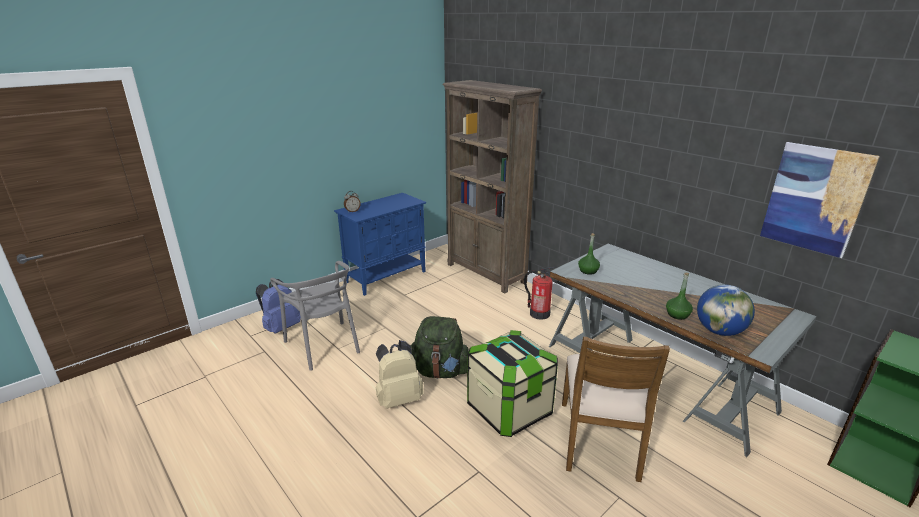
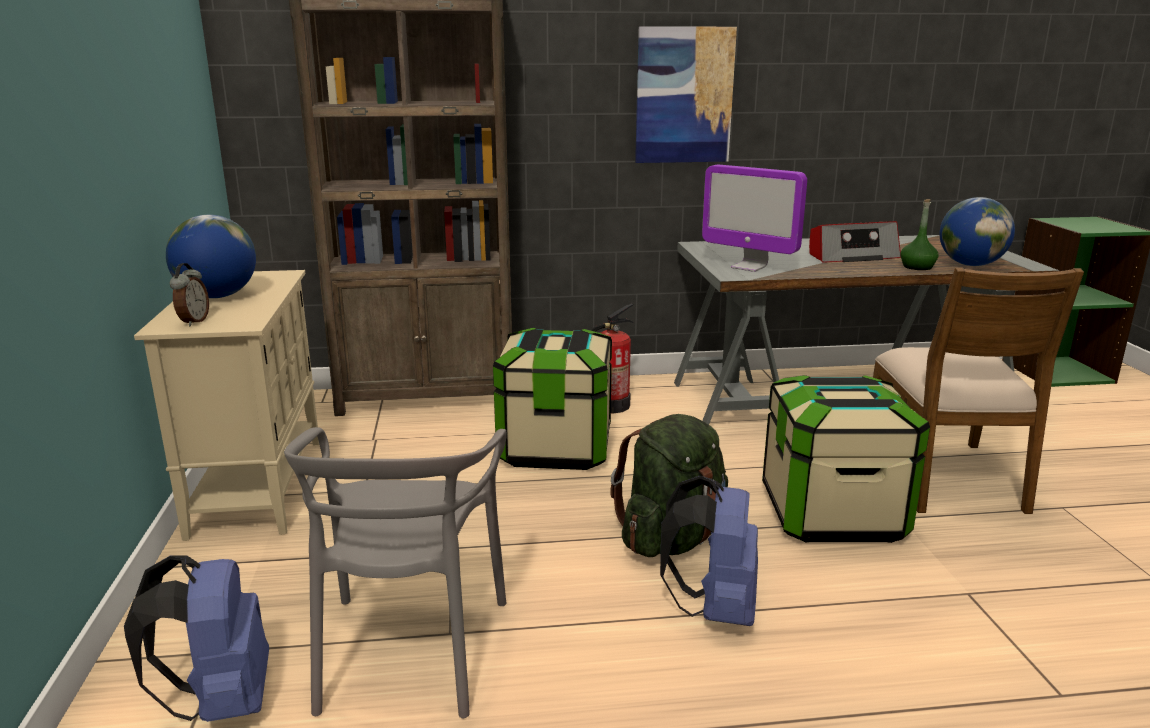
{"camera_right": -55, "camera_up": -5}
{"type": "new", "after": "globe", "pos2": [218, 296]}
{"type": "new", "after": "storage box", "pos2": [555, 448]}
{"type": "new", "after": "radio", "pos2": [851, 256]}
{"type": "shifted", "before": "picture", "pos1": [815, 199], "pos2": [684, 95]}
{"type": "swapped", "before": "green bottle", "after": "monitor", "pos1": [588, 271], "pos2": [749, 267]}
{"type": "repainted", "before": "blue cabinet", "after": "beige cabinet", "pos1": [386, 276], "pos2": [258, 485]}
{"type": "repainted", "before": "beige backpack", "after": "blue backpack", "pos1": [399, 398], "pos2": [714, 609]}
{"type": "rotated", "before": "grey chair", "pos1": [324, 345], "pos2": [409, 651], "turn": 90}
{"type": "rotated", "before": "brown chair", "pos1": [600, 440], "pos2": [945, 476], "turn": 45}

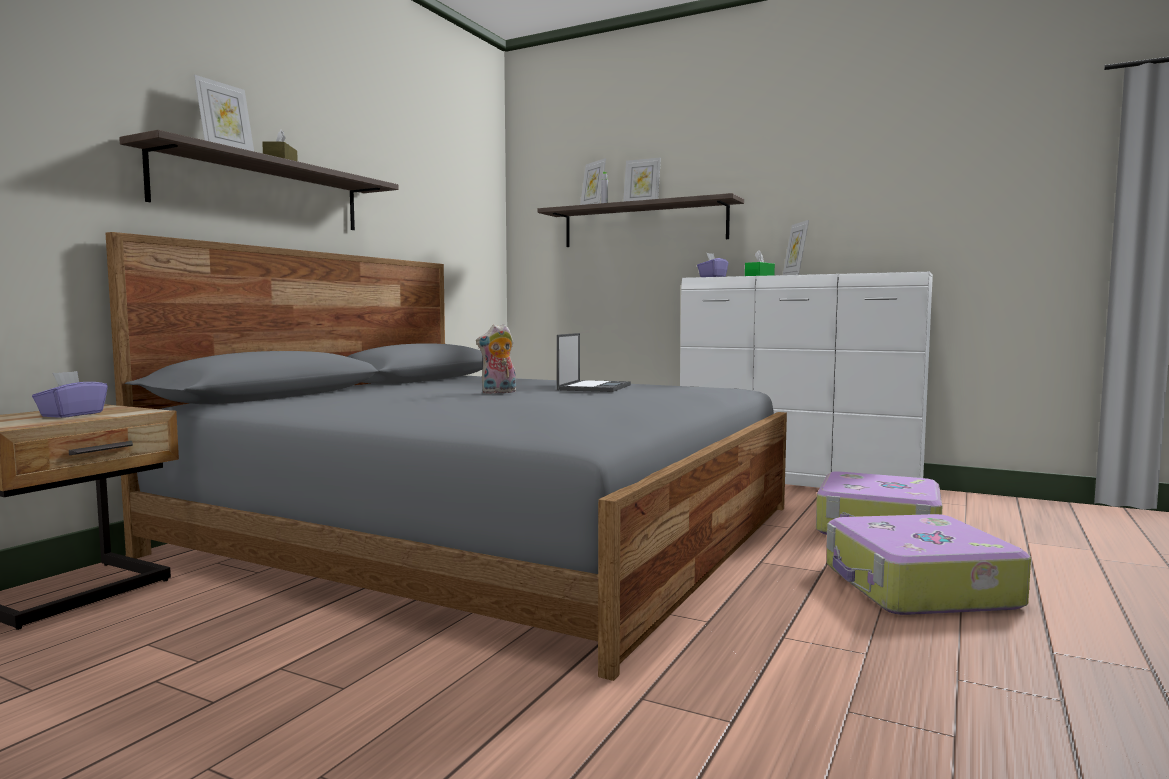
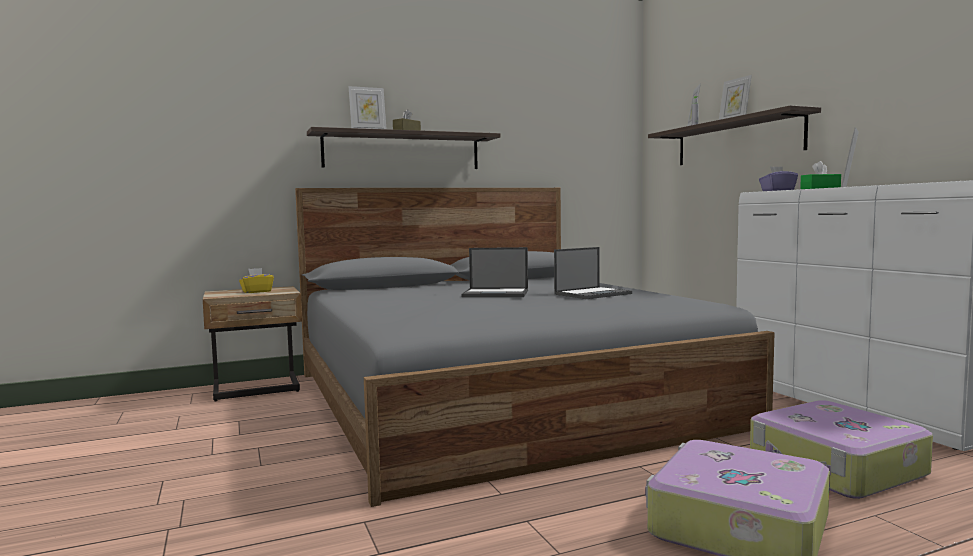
{"camera_right": 40, "camera_up": 0}
{"type": "swapped", "before": "plush toy", "after": "laptop", "pos1": [498, 392], "pos2": [496, 294]}
{"type": "repainted", "before": "purple tissue box", "after": "yellow tissue box", "pos1": [72, 414], "pos2": [257, 291]}

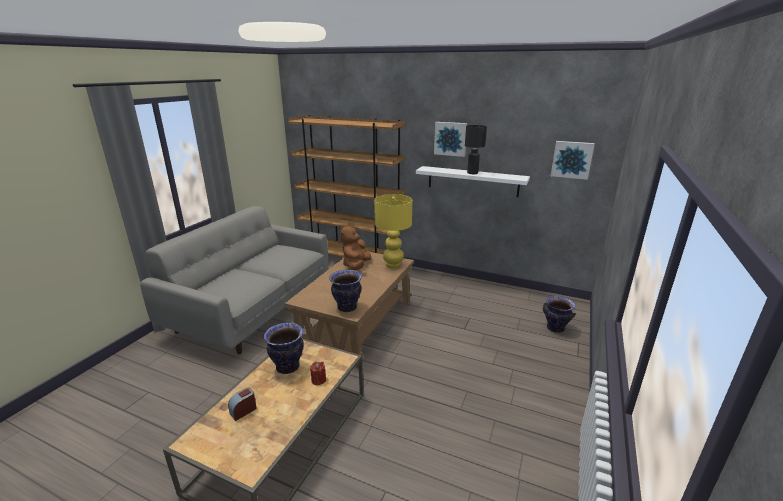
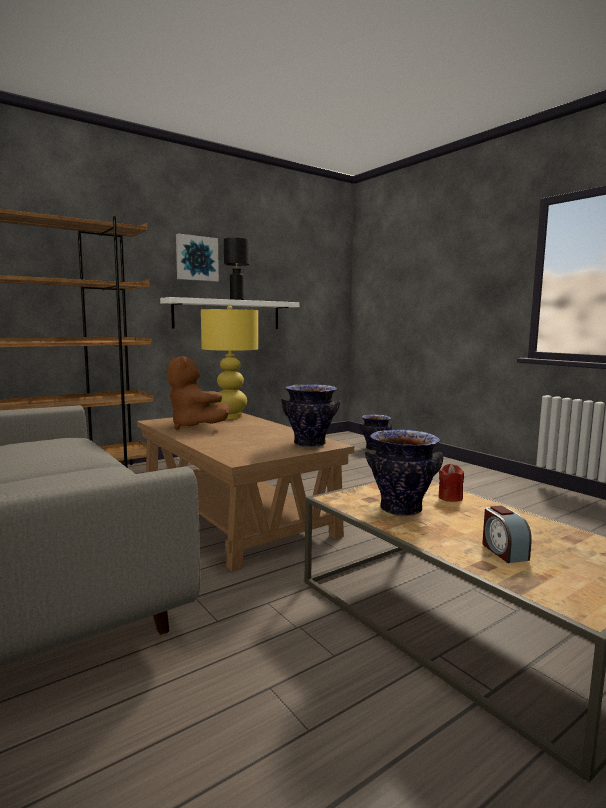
{"camera_right": -60, "camera_up": -15}
{"type": "gone", "before": "picture", "pos1": [572, 159]}

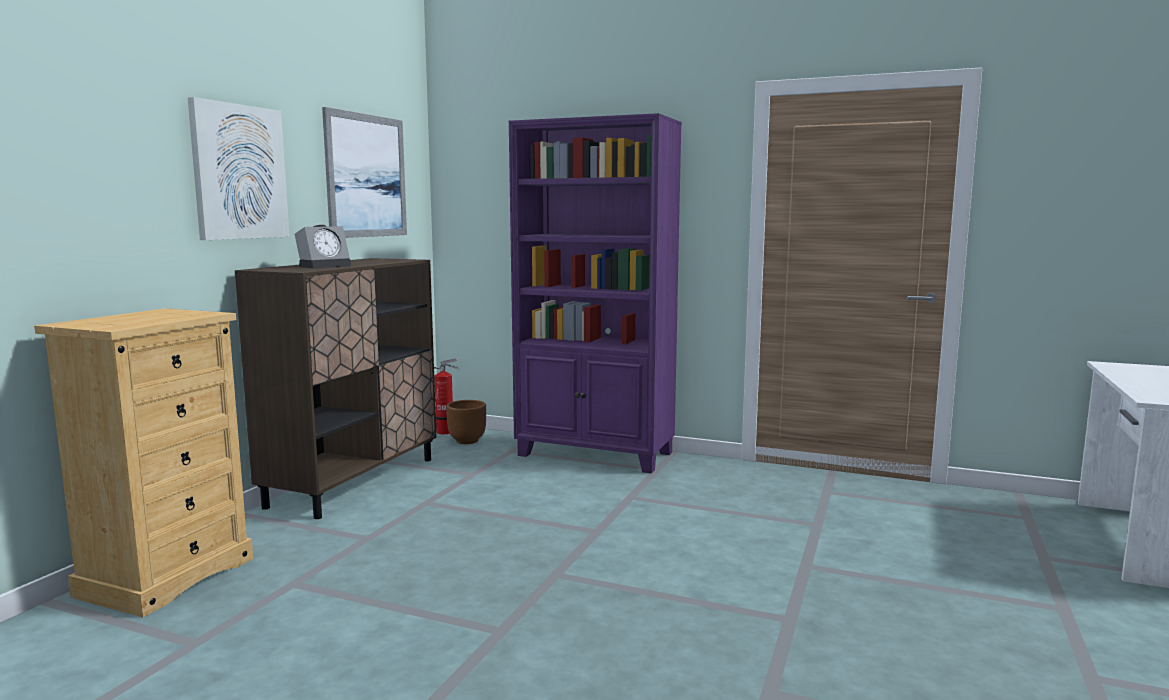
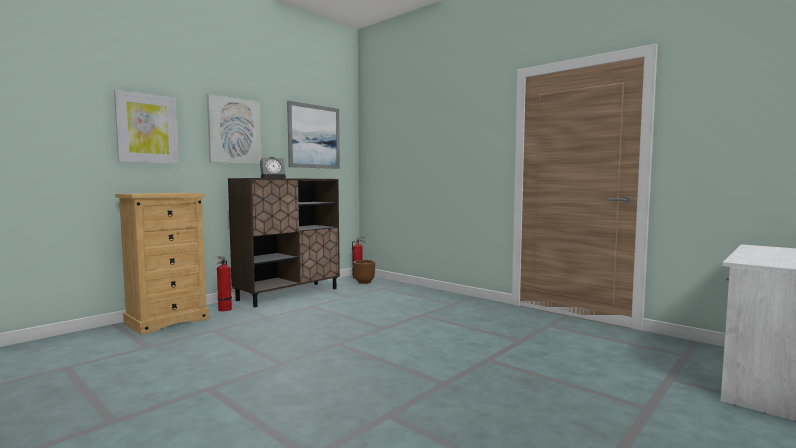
{"camera_right": 20, "camera_up": -5}
{"type": "gone", "before": "purple bookcase", "pos1": [596, 454]}
{"type": "new", "after": "picture", "pos2": [147, 129]}
{"type": "new", "after": "fire extinguisher", "pos2": [224, 310]}

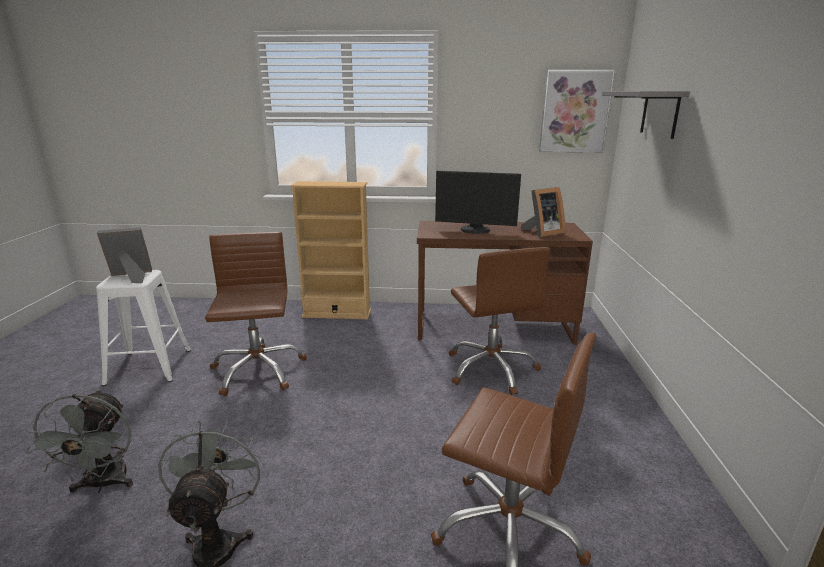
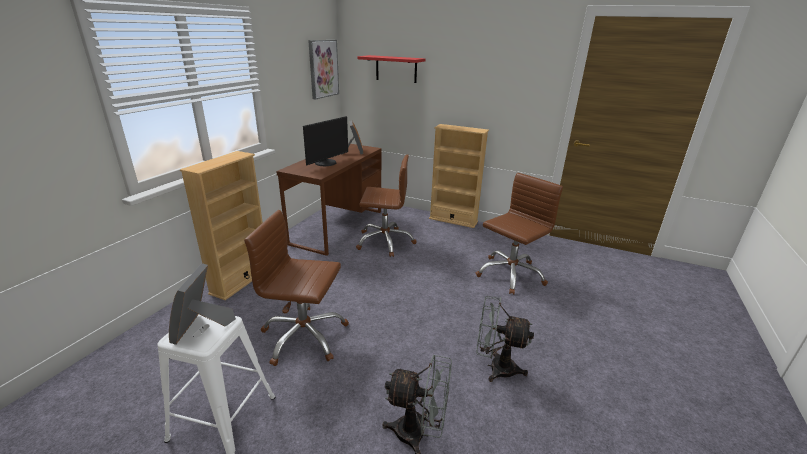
{"camera_right": -70, "camera_up": 5}
{"type": "new", "after": "beige bookcase", "pos2": [453, 220]}
{"type": "repainted", "before": "grey shelf", "after": "red shelf", "pos1": [660, 113], "pos2": [396, 69]}

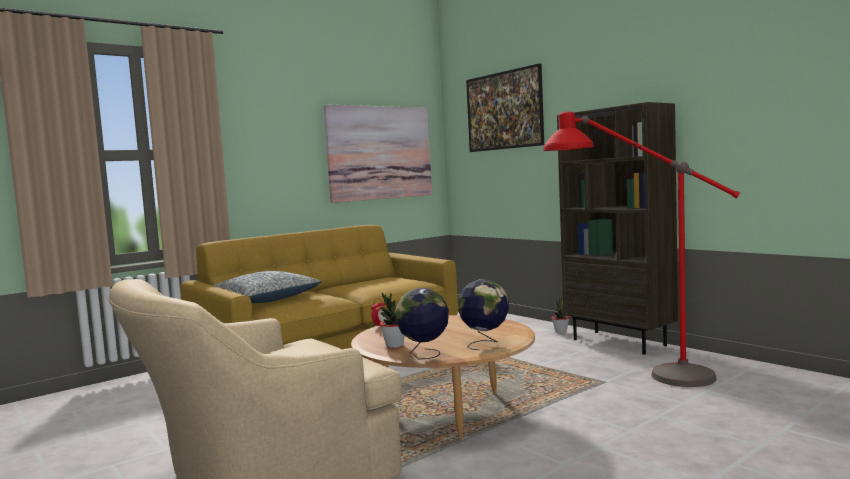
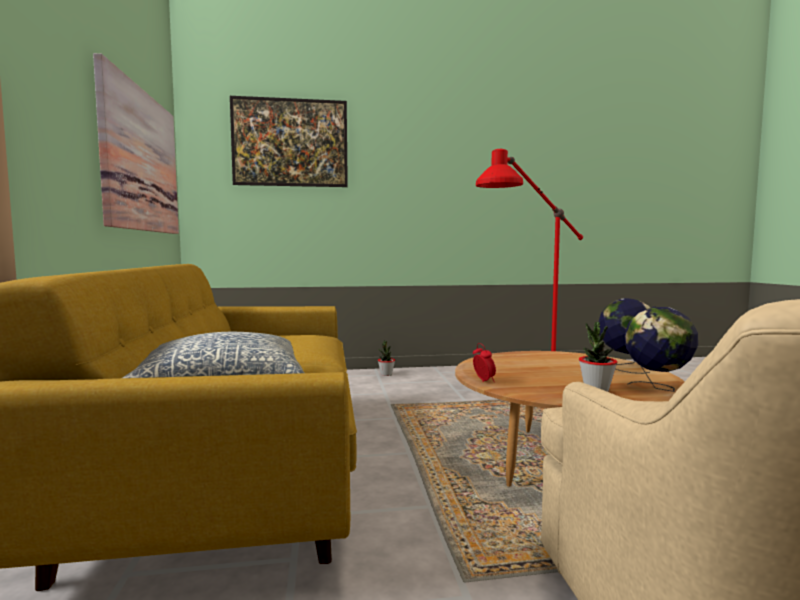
{"camera_right": -60, "camera_up": 0}
{"type": "gone", "before": "brown bookcase", "pos1": [620, 342]}

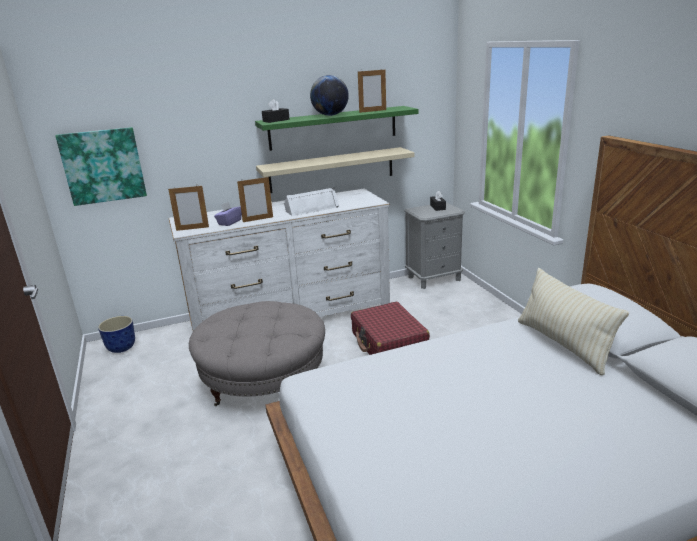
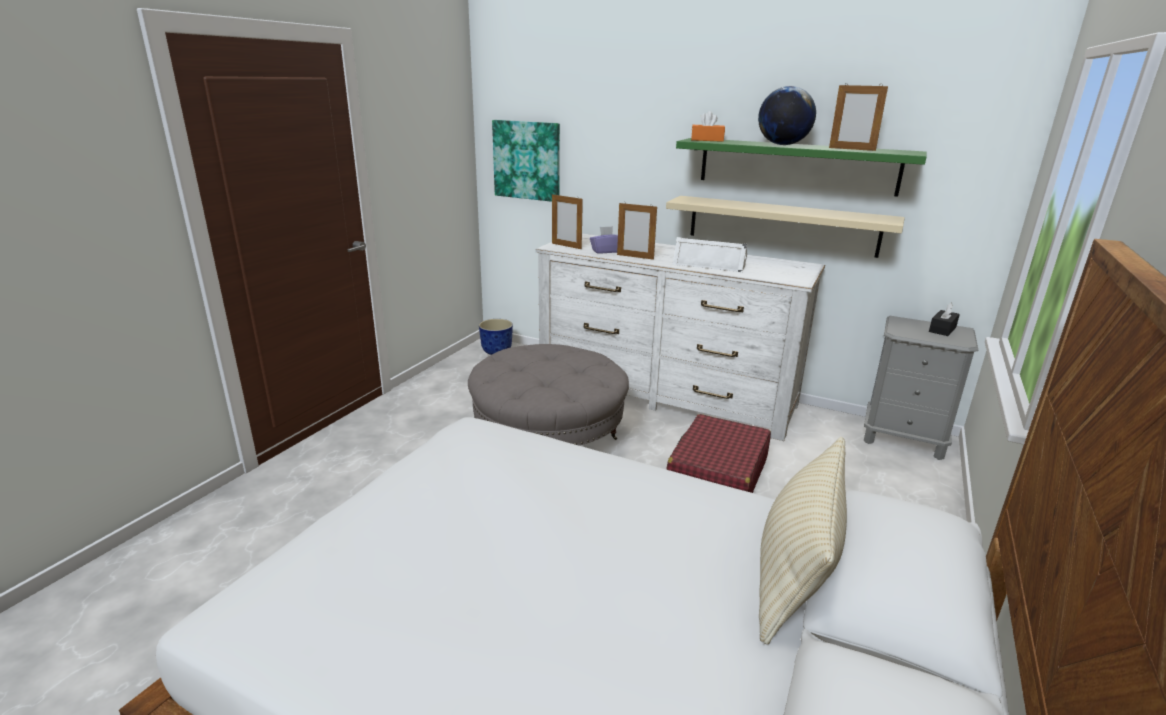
{"camera_right": 45, "camera_up": 0}
{"type": "repainted", "before": "black tissue box", "after": "orange tissue box", "pos1": [276, 120], "pos2": [707, 140]}

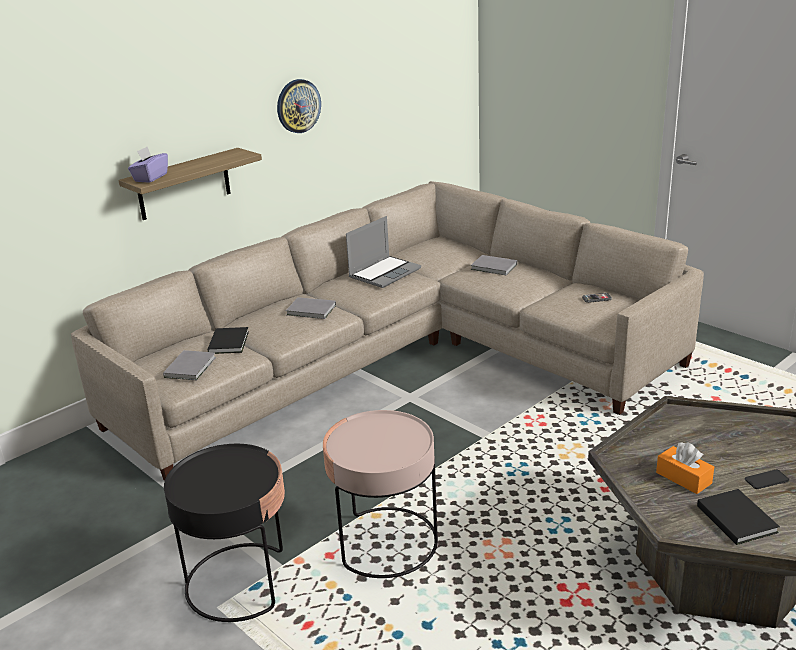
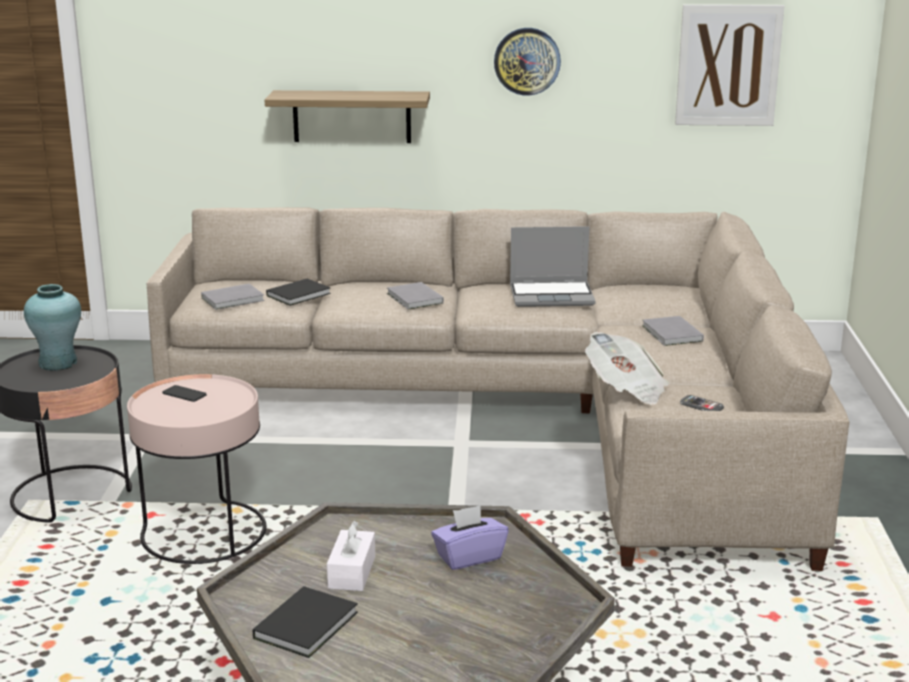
{"camera_right": 45, "camera_up": -5}
{"type": "new", "after": "turquoise vase", "pos2": [58, 363]}
{"type": "new", "after": "newspaper", "pos2": [626, 389]}
{"type": "new", "after": "picture", "pos2": [728, 65]}
{"type": "shifted", "before": "purple tissue box", "pos1": [150, 178], "pos2": [469, 557]}
{"type": "shifted", "before": "phone", "pos1": [766, 480], "pos2": [184, 394]}
{"type": "repainted", "before": "orange tissue box", "after": "white tissue box", "pos1": [683, 478], "pos2": [352, 572]}

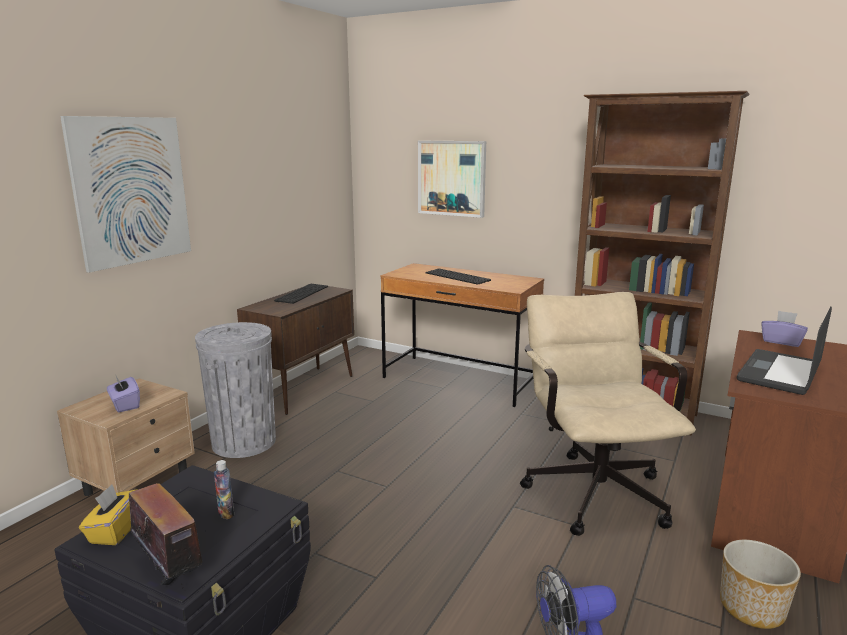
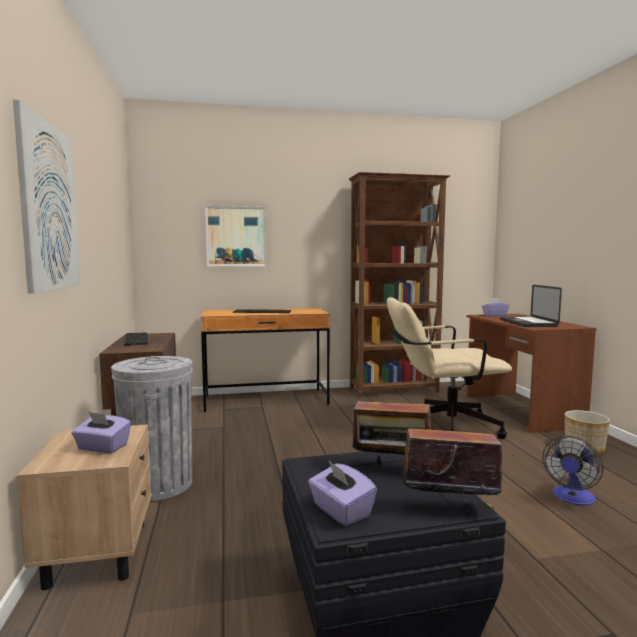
{"camera_right": -40, "camera_up": -10}
{"type": "swapped", "before": "bottle", "after": "radio", "pos1": [226, 513], "pos2": [392, 468]}
{"type": "repainted", "before": "yellow tissue box", "after": "purple tissue box", "pos1": [116, 530], "pos2": [340, 511]}
{"type": "rotated", "before": "beige office chair", "pos1": [592, 487], "pos2": [441, 427], "turn": -45}

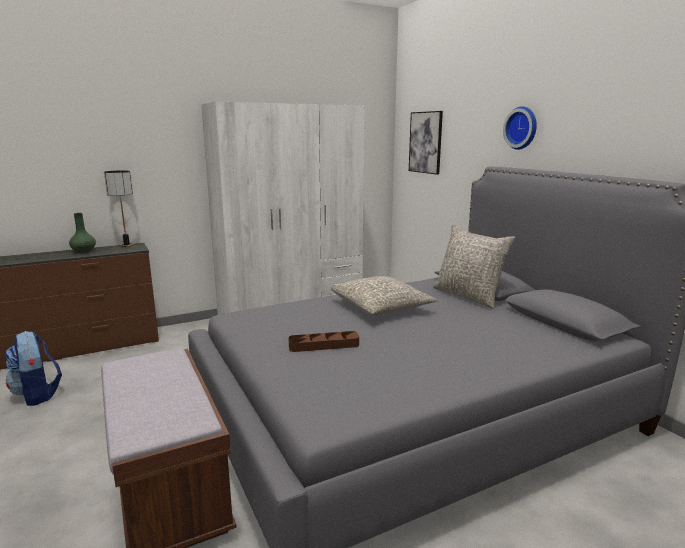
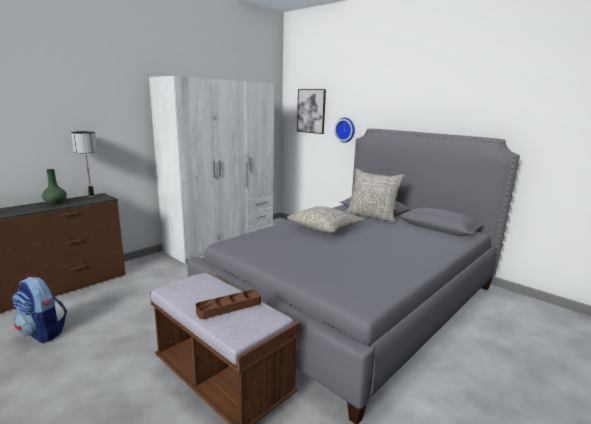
{"camera_right": -20, "camera_up": 0}
{"type": "shifted", "before": "brown tray", "pos1": [324, 345], "pos2": [229, 307]}
{"type": "shifted", "before": "wall clock", "pos1": [522, 128], "pos2": [345, 130]}

